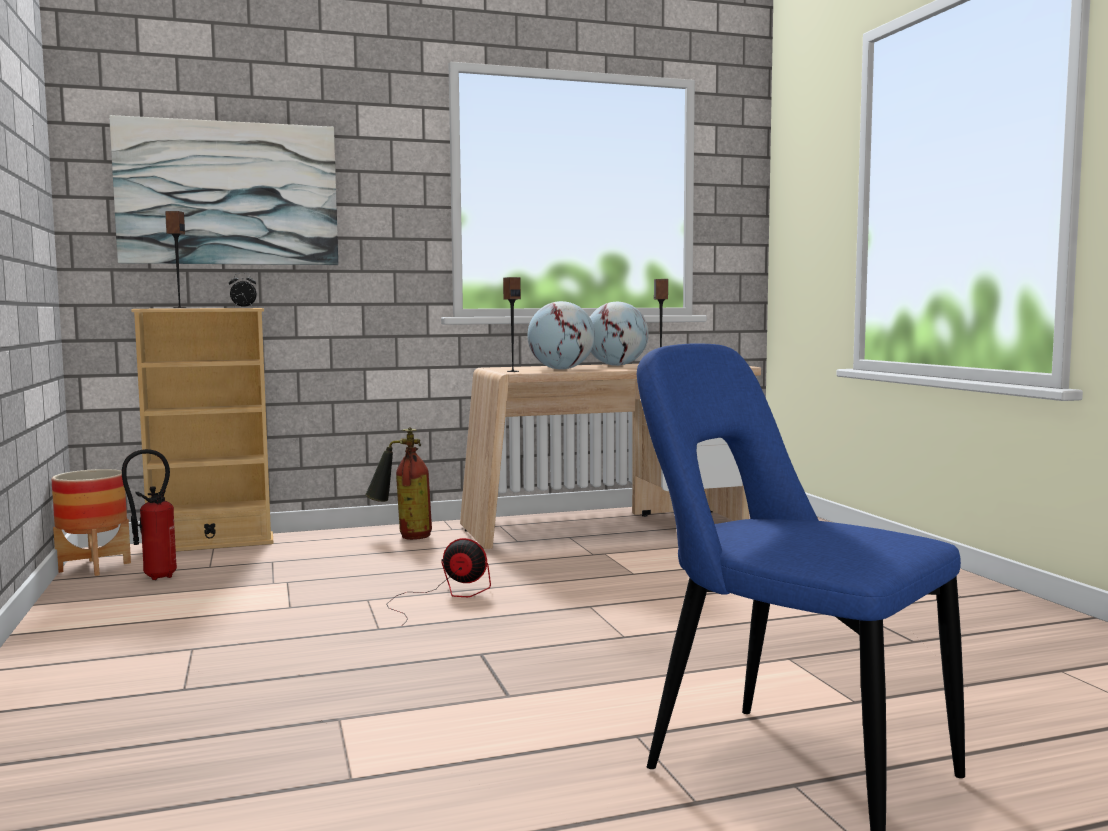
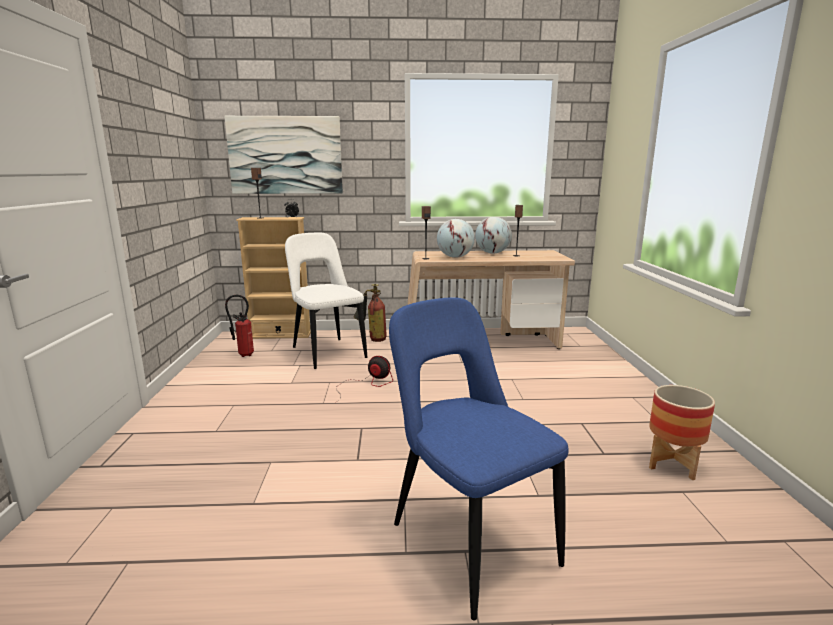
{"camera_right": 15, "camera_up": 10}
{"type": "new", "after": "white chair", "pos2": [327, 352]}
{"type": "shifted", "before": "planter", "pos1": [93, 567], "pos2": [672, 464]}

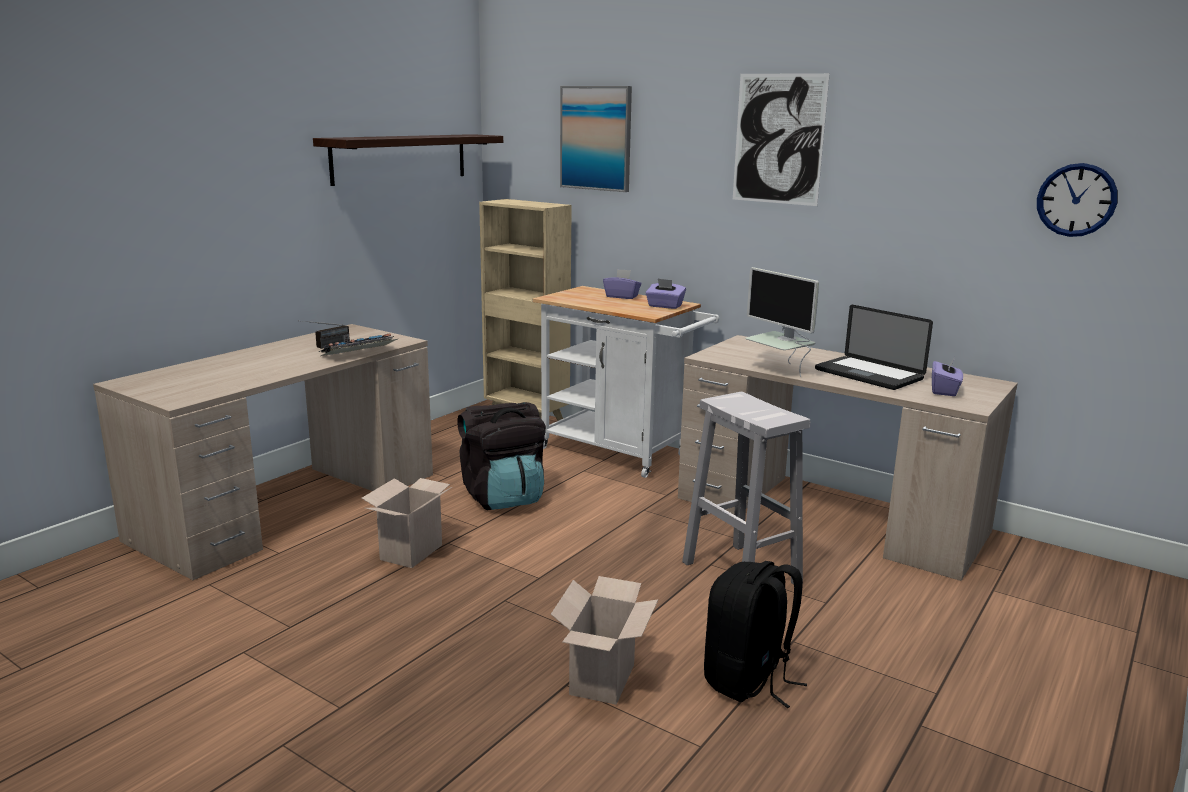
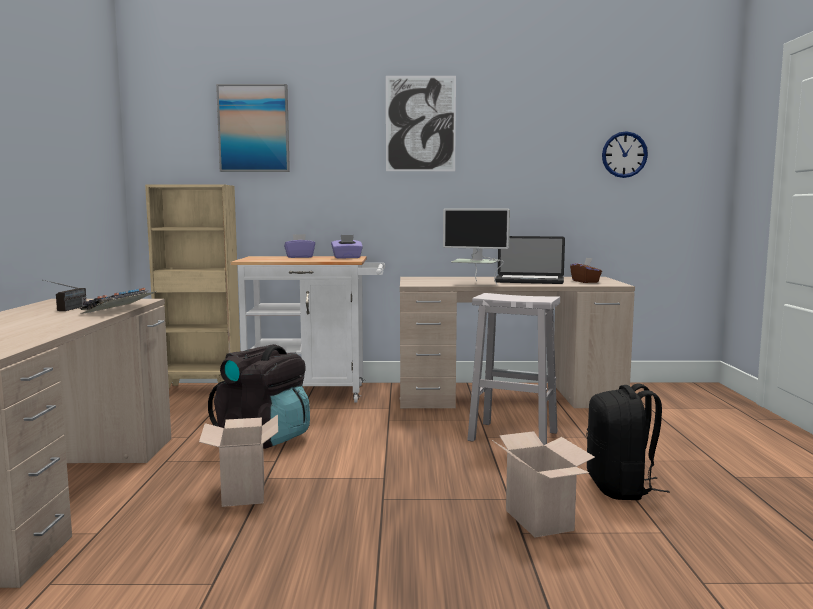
{"camera_right": -35, "camera_up": -10}
{"type": "gone", "before": "shelf", "pos1": [400, 158]}
{"type": "repainted", "before": "purple tissue box", "after": "brown tissue box", "pos1": [944, 390], "pos2": [585, 281]}

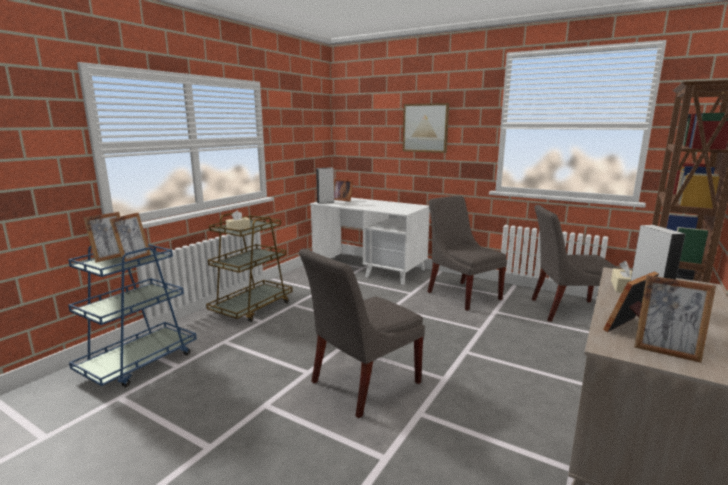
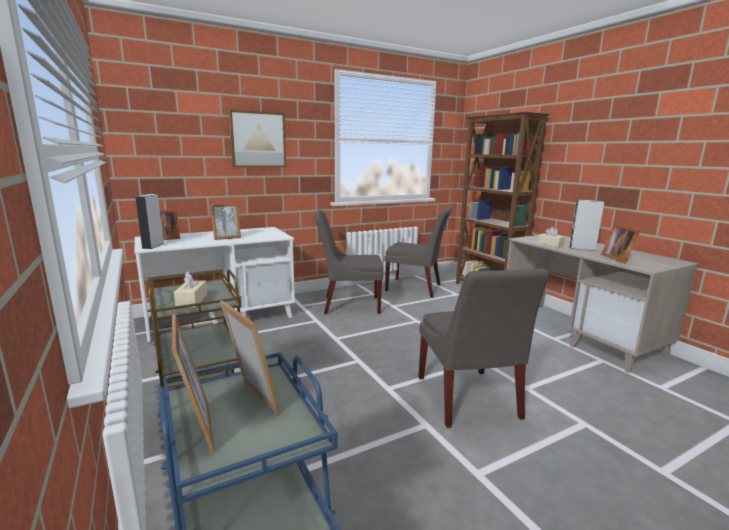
{"camera_right": -60, "camera_up": 0}
{"type": "shifted", "before": "picture frame", "pos1": [666, 351], "pos2": [227, 238]}
{"type": "rotated", "before": "grey chair", "pos1": [565, 310], "pos2": [416, 288], "turn": -105}

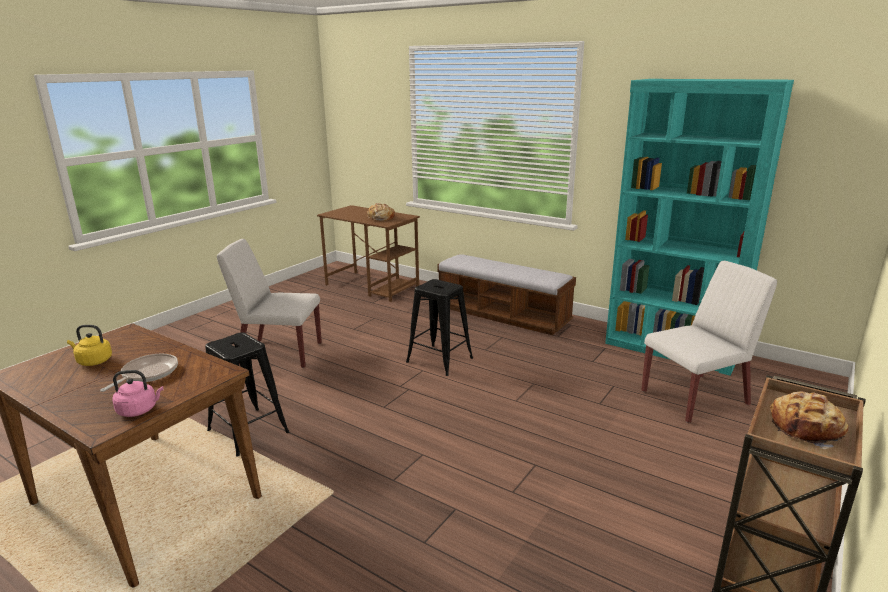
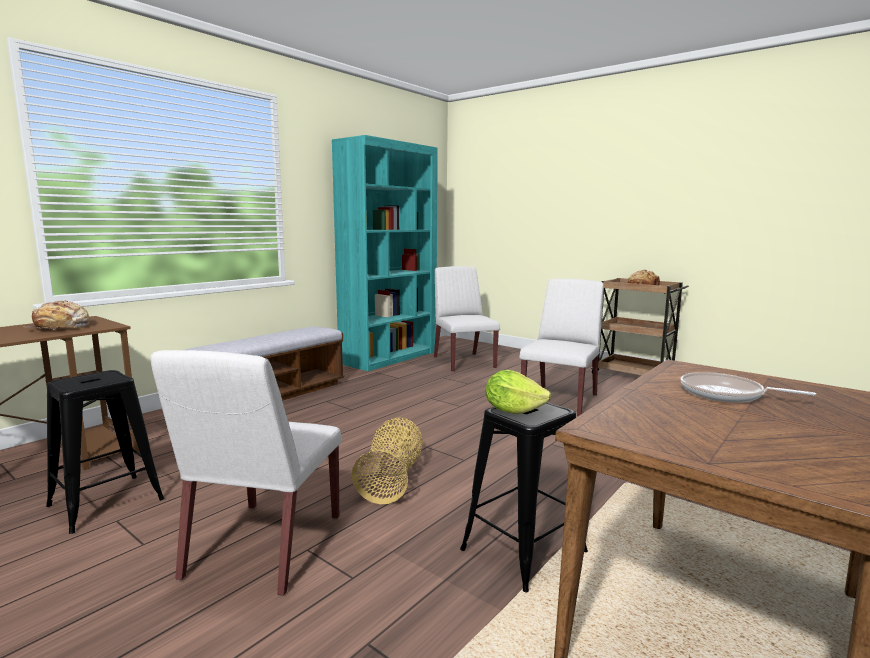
{"camera_right": -85, "camera_up": -10}
{"type": "gone", "before": "yellow kettle", "pos1": [93, 361]}
{"type": "gone", "before": "pink kettle", "pos1": [139, 410]}
{"type": "new", "after": "basket", "pos2": [392, 479]}
{"type": "new", "after": "lettuce", "pos2": [513, 410]}
{"type": "new", "after": "white chair", "pos2": [560, 400]}
{"type": "shifted", "before": "black stool", "pos1": [440, 360], "pos2": [107, 502]}

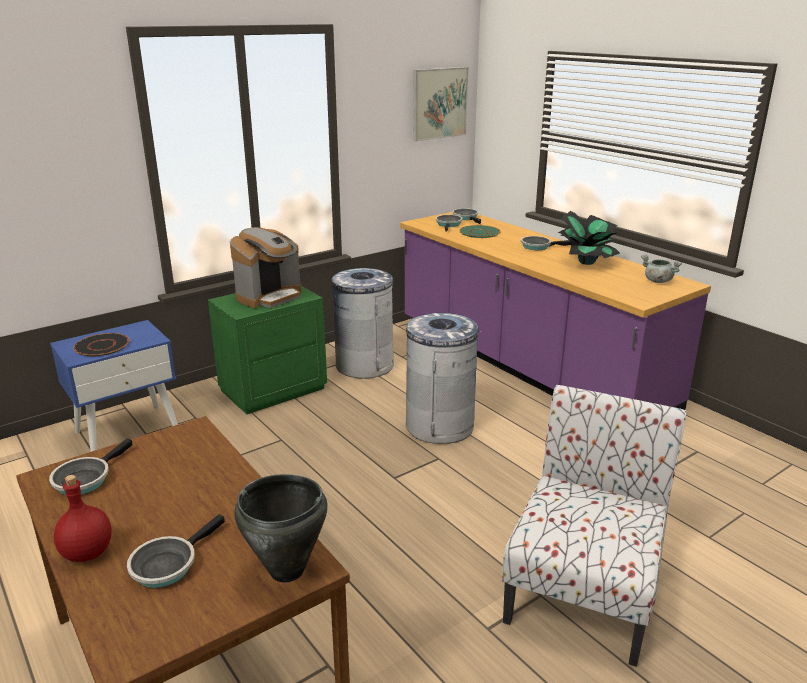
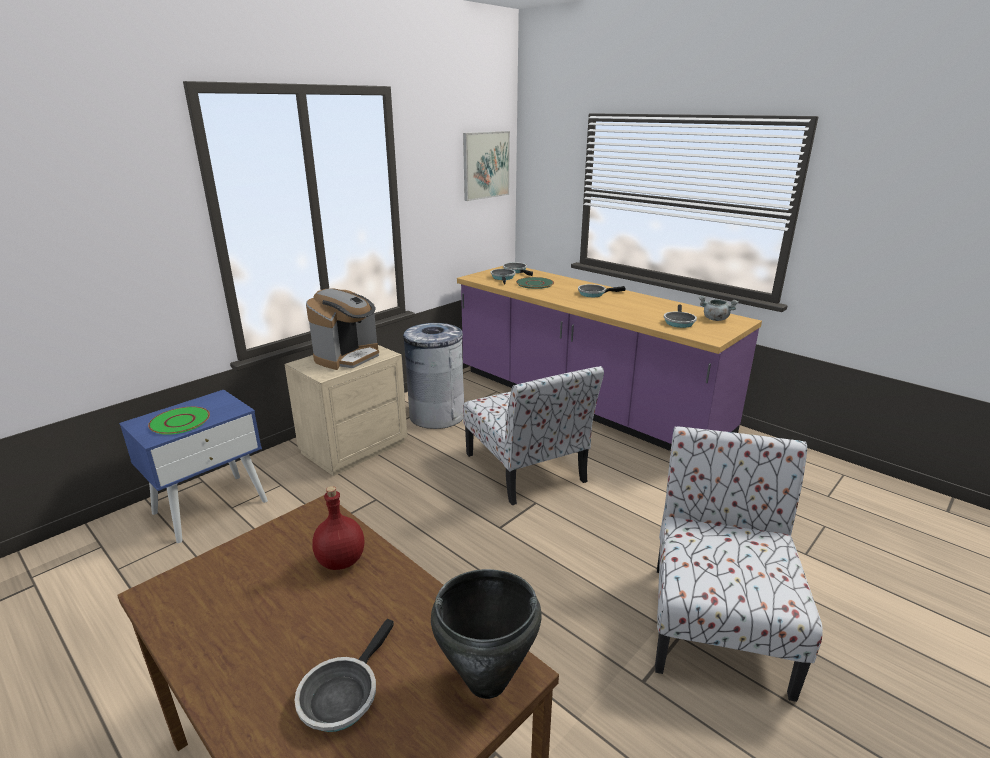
{"camera_right": -10, "camera_up": 0}
{"type": "gone", "before": "potted plant", "pos1": [587, 262]}
{"type": "shifted", "before": "frying pan", "pos1": [85, 479], "pos2": [678, 322]}
{"type": "shifted", "before": "red bottle", "pos1": [88, 552], "pos2": [341, 560]}
{"type": "swapped", "before": "grey trash can", "after": "chair", "pos1": [440, 425], "pos2": [526, 469]}
{"type": "repainted", "before": "black plate", "after": "green plate", "pos1": [102, 346], "pos2": [180, 422]}
{"type": "repainted", "before": "green nightstand", "after": "beige nightstand", "pos1": [272, 389], "pos2": [353, 447]}

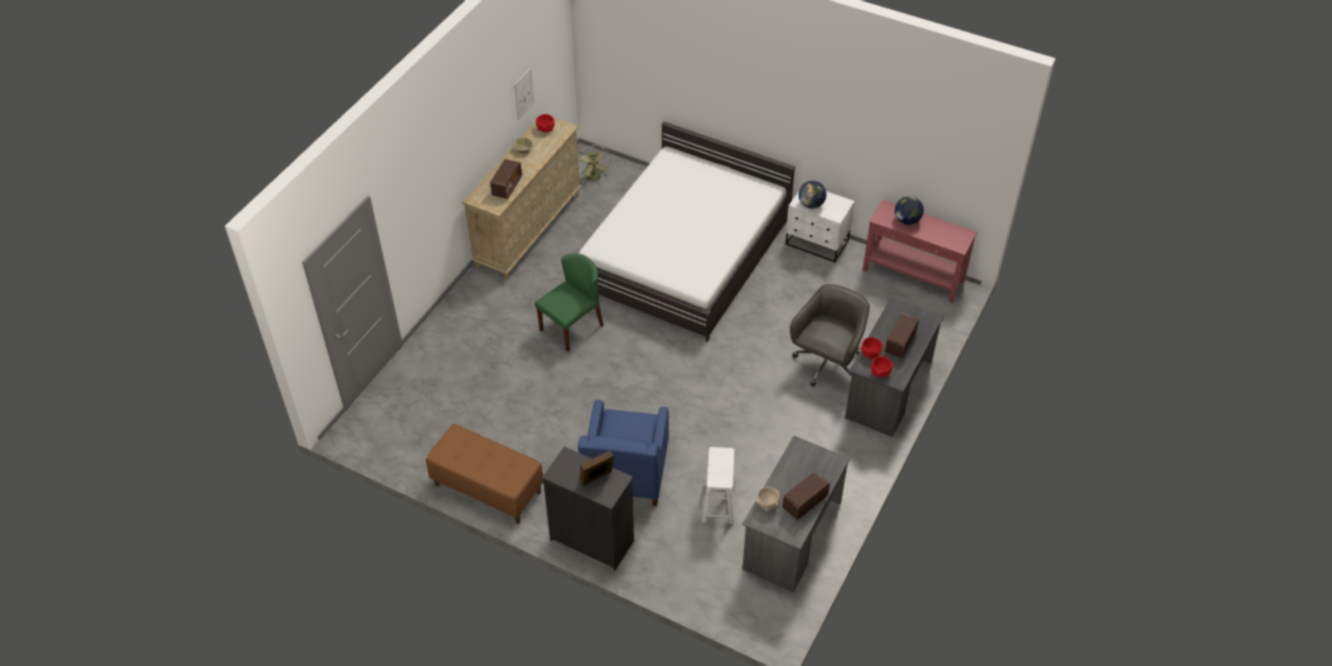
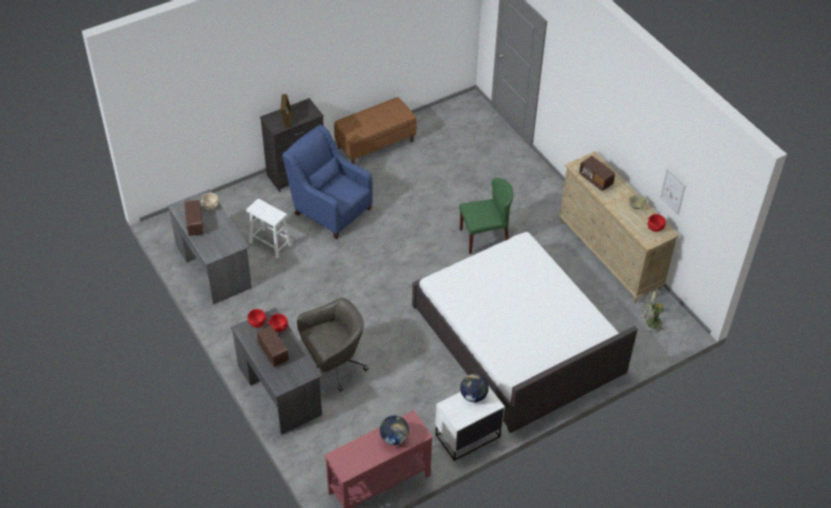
{"camera_right": 120, "camera_up": 0}
{"type": "rotated", "before": "green chair", "pos1": [571, 327], "pos2": [484, 237], "turn": -90}
{"type": "rotated", "before": "grey office chair", "pos1": [827, 364], "pos2": [333, 366], "turn": -90}

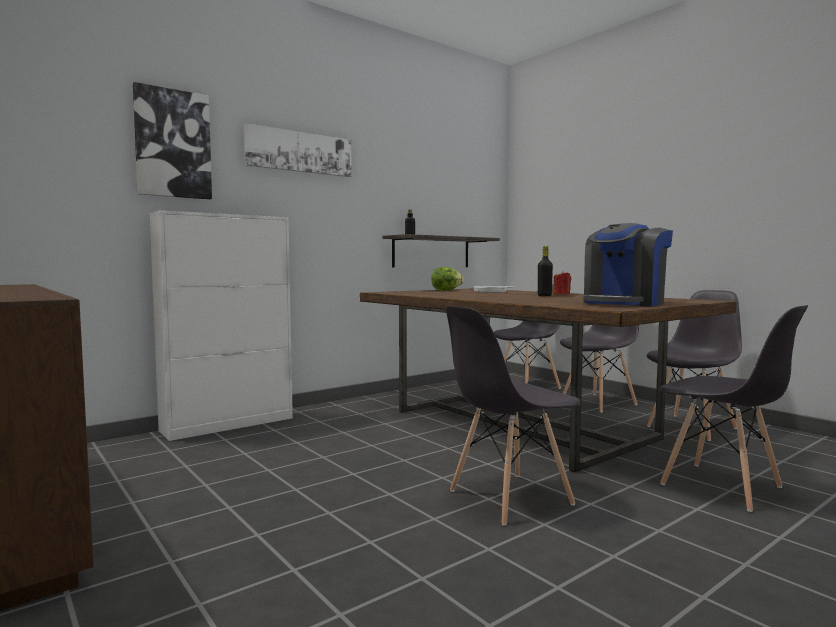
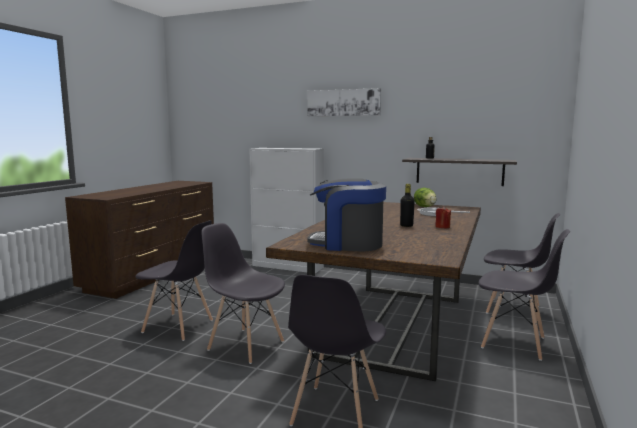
{"camera_right": 60, "camera_up": 5}
{"type": "gone", "before": "picture", "pos1": [173, 144]}
{"type": "shifted", "before": "grey chair", "pos1": [692, 427], "pos2": [178, 327]}

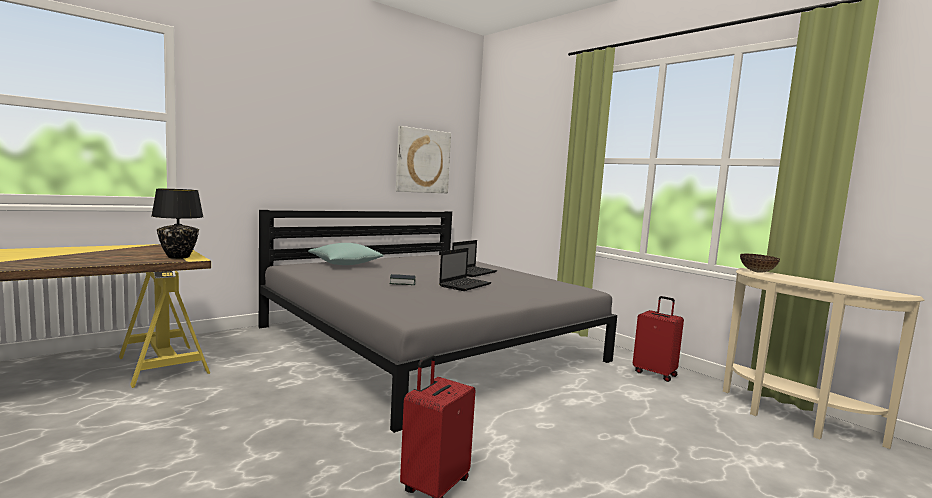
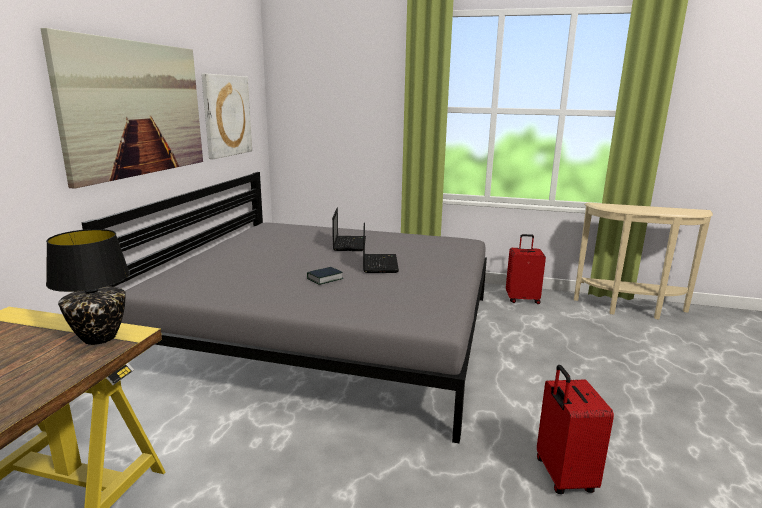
{"camera_right": -35, "camera_up": 10}
{"type": "gone", "before": "turquoise pillow", "pos1": [345, 264]}
{"type": "gone", "before": "bowl", "pos1": [757, 272]}
{"type": "new", "after": "picture", "pos2": [136, 109]}

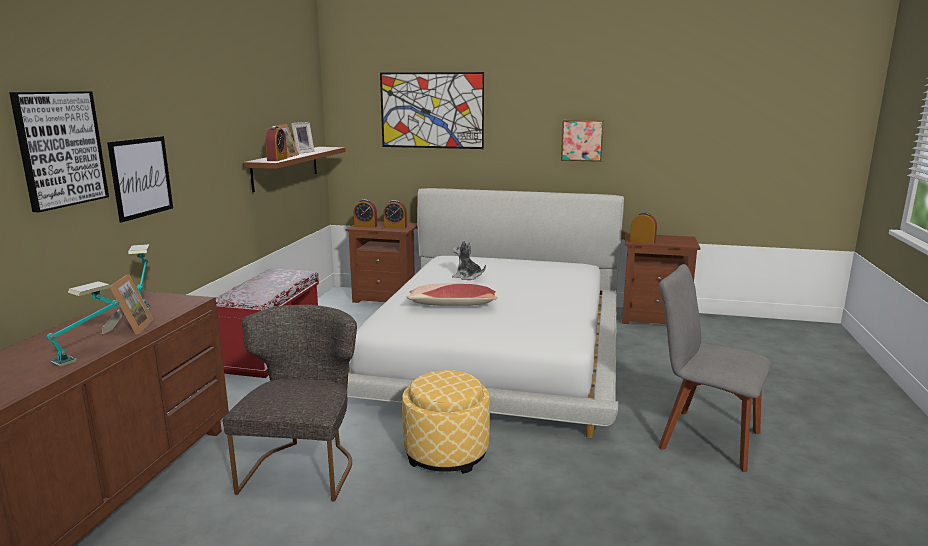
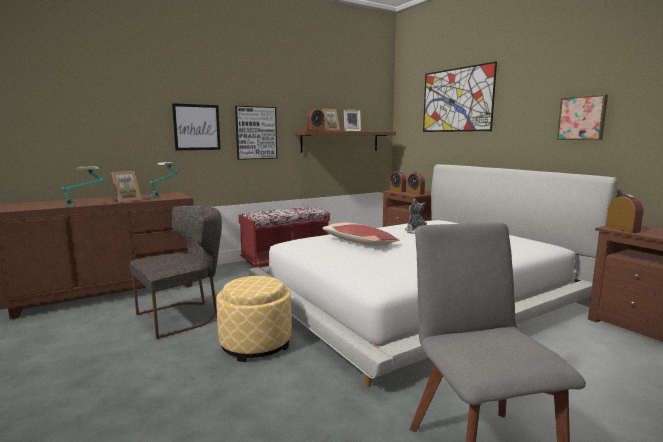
{"camera_right": 45, "camera_up": -5}
{"type": "shifted", "before": "picture", "pos1": [60, 149], "pos2": [256, 133]}

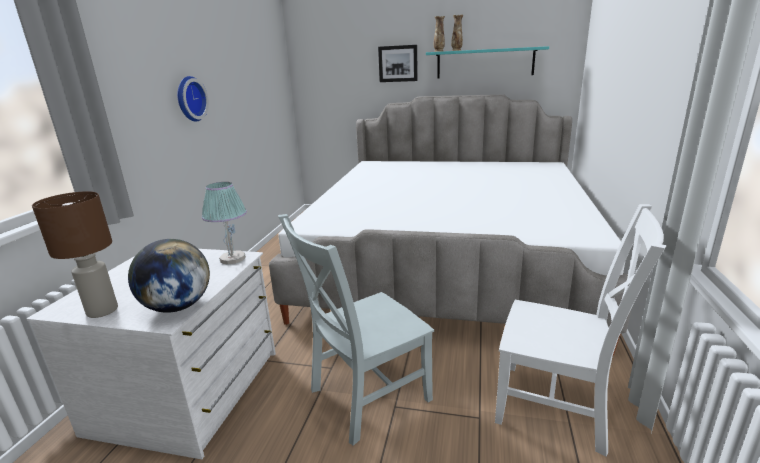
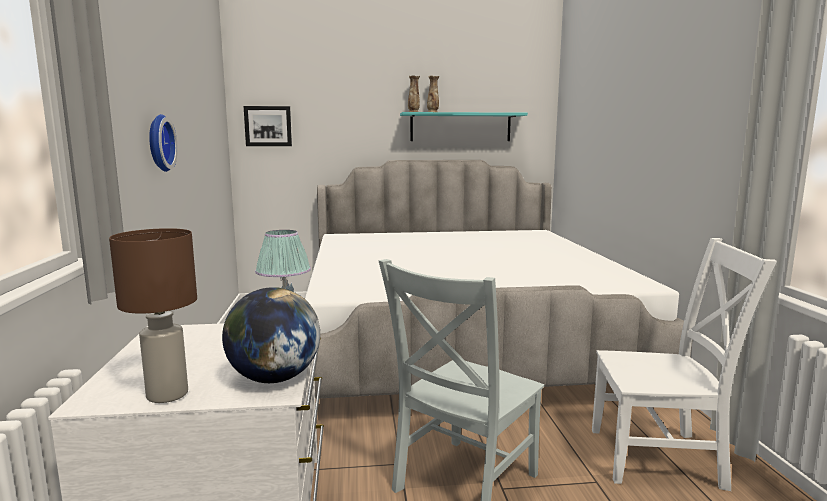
{"camera_right": -20, "camera_up": -10}
{"type": "shifted", "before": "picture", "pos1": [398, 63], "pos2": [268, 126]}

